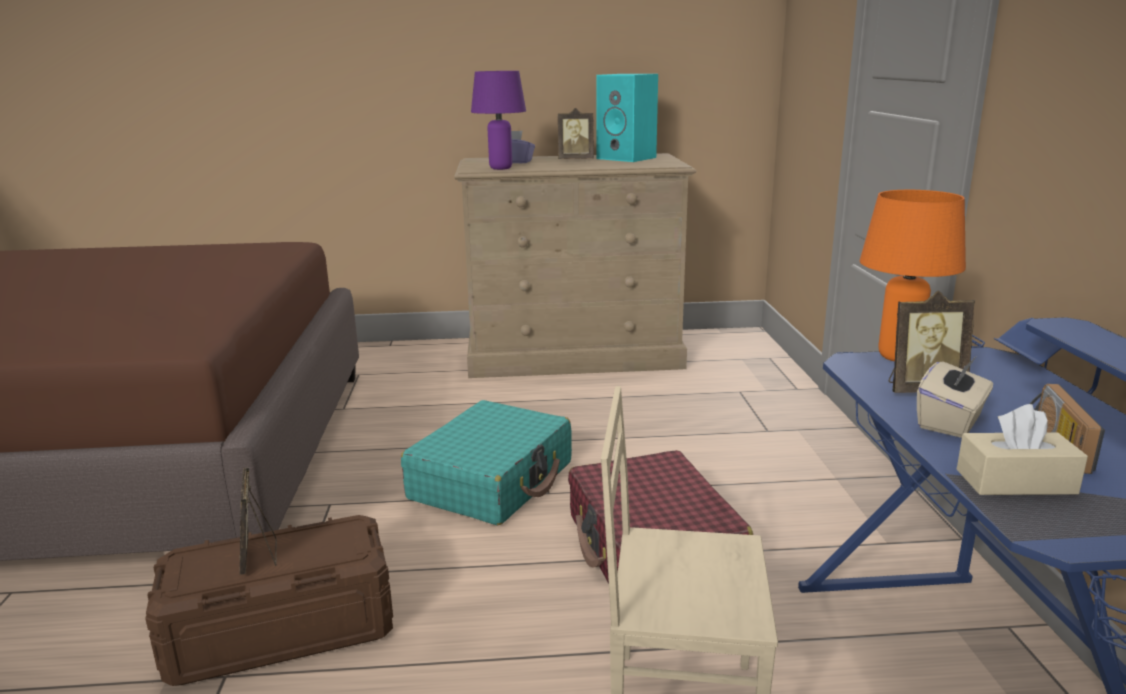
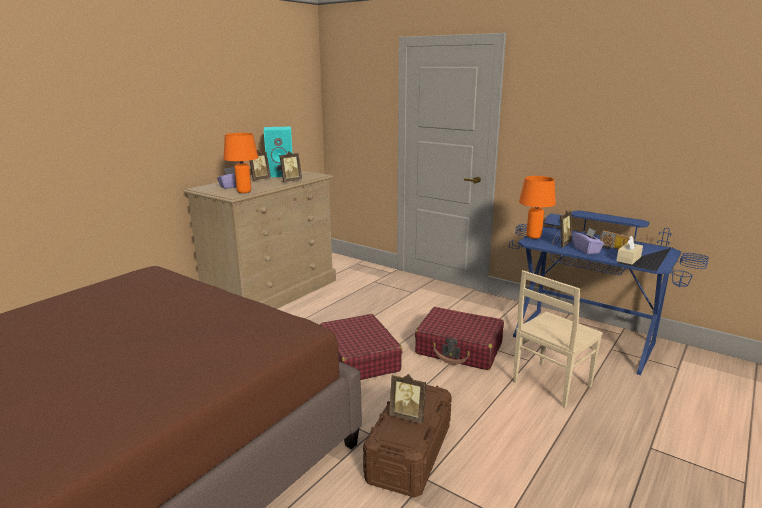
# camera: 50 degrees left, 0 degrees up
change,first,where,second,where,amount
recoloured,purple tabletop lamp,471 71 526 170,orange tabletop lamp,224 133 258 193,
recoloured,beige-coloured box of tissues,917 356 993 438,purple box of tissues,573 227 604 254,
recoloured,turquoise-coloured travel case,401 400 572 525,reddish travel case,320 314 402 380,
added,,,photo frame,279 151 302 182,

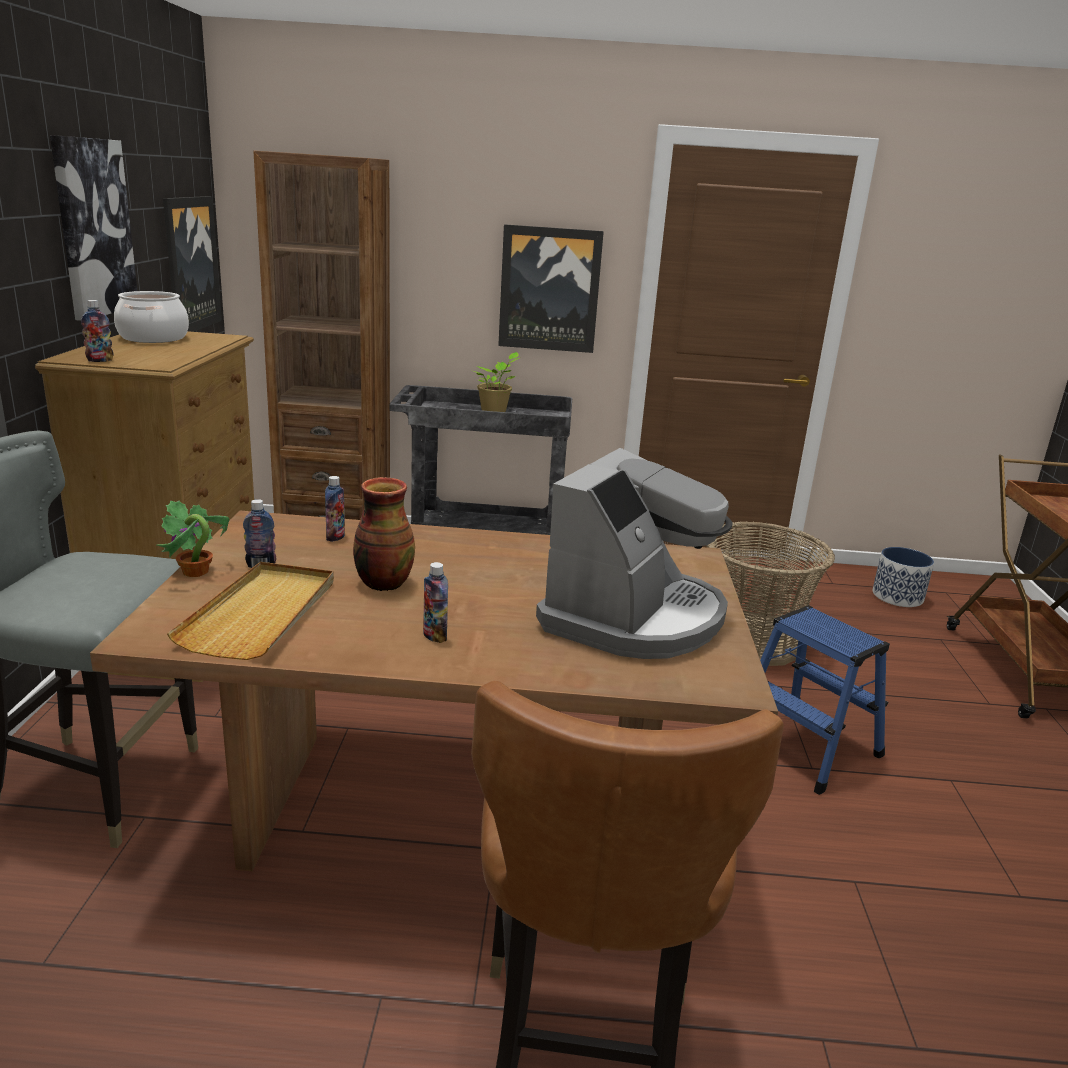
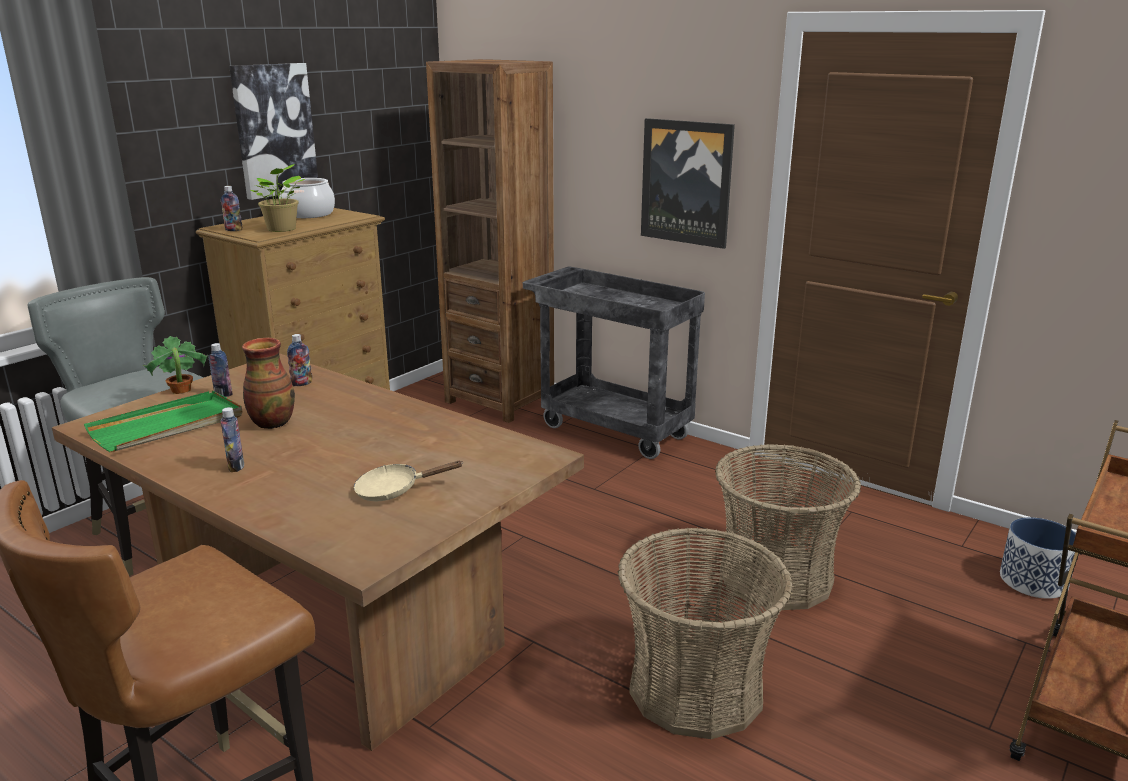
# camera: 35 degrees right, 0 degrees up
change,first,where,second,where,amount
removed,wall art,163 196 222 332,,,
moved,potted plant,474 352 519 412,,251 164 305 232,
replaced,coffee brewer,536 448 732 659,beige-coloured pan,354 461 462 501,
recoloured,beige-coloured carrying tray,167 562 334 660,green carrying tray,84 390 243 452,
replaced,blue stepladder,760 605 890 795,basket,618 528 793 739,

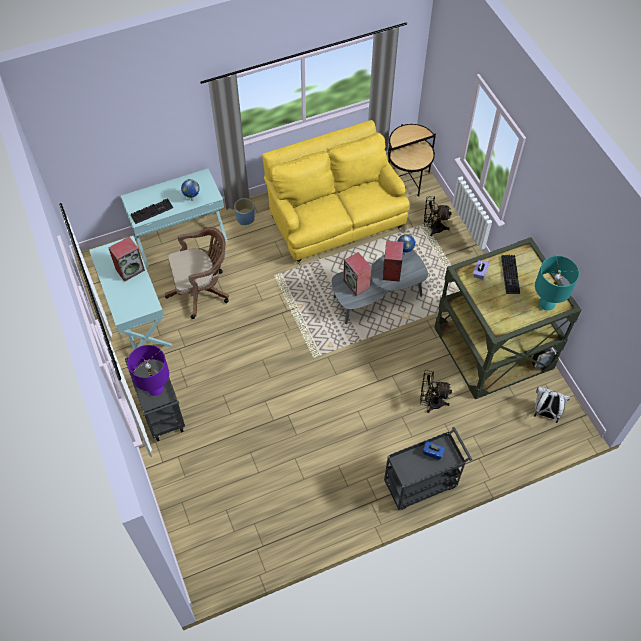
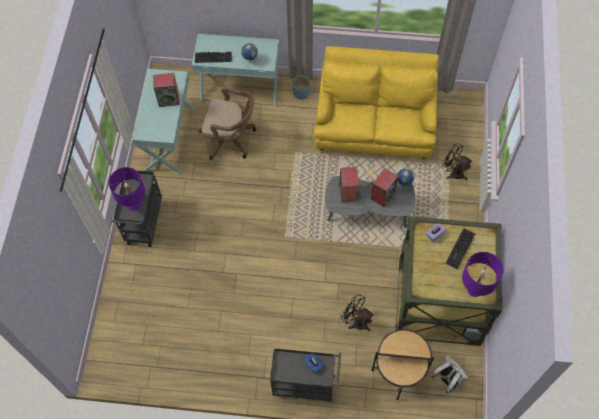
# camera: 30 degrees right, 5 degrees up
change,first,where,second,where,amount
moved,end table,388 124 436 196,,371 327 434 400,
recoloured,turquoise-coloured tabletop lamp,535 256 579 311,purple tabletop lamp,462 252 504 297,

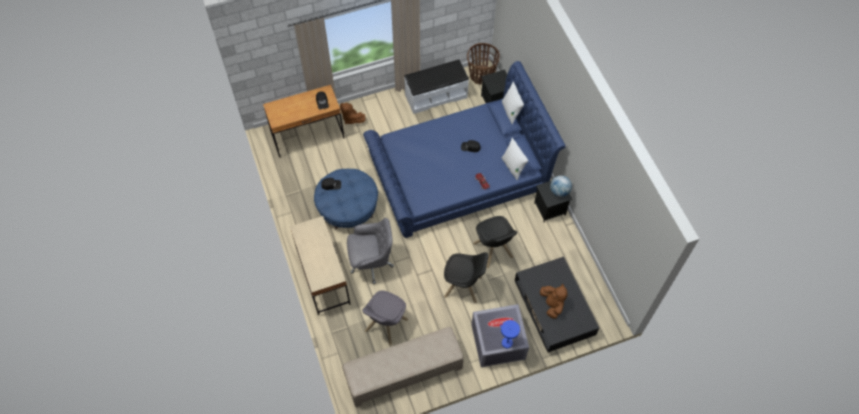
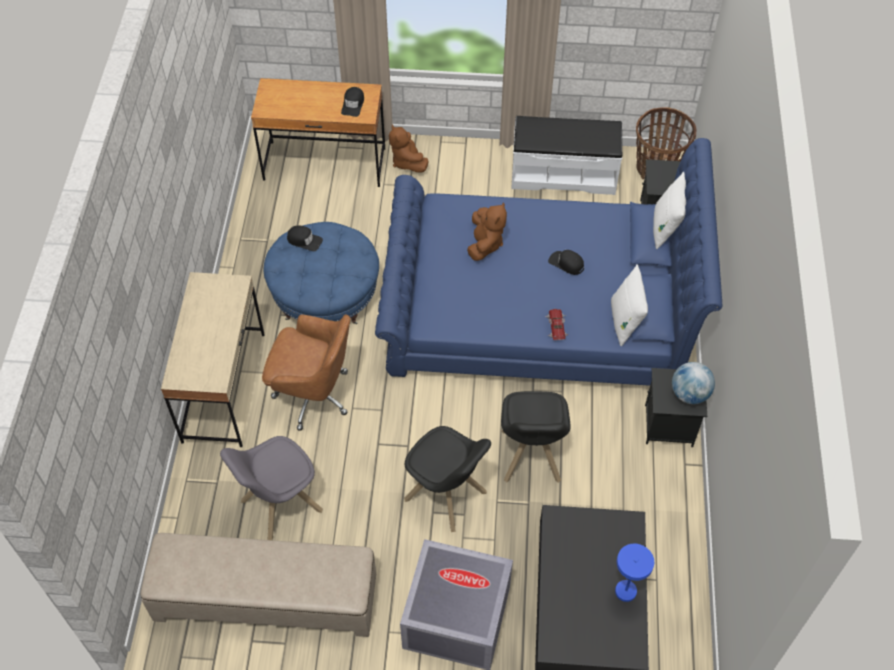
# camera: 25 degrees right, 5 degrees down
change,first,where,second,where,amount
recoloured,grey desk chair,347 218 394 284,brown desk chair,262 314 350 431,
moved,brown soft toy,540 284 567 319,,467 202 507 261,
moved,blue tabletop lamp,500 320 520 349,,615 544 654 602,

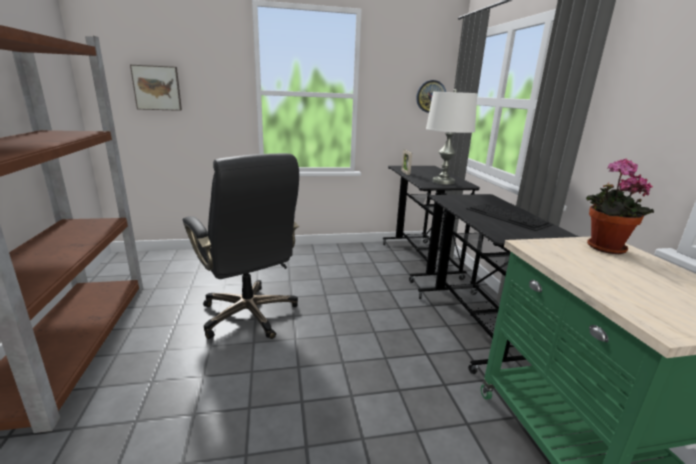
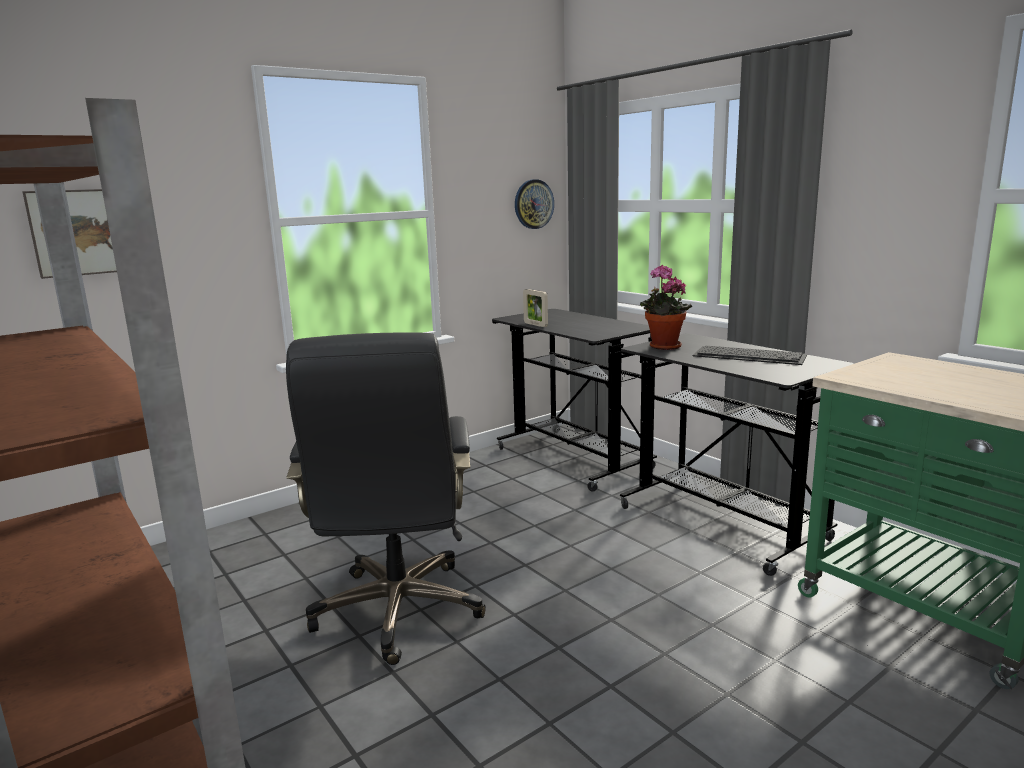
# camera: 25 degrees left, 5 degrees down
change,first,where,second,where,amount
removed,white-coloured tabletop lamp,426 89 477 185,,,
turned,black desk chair,182 153 299 339,,286 333 486 665,60 degrees clockwise
moved,potted plant,586 159 654 254,,640 265 692 350,

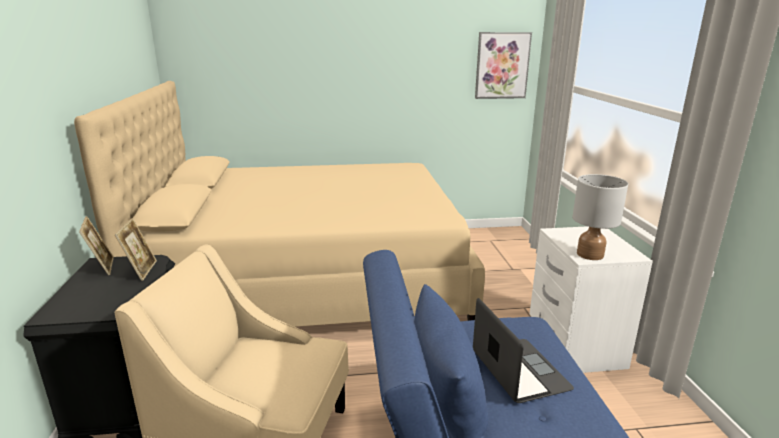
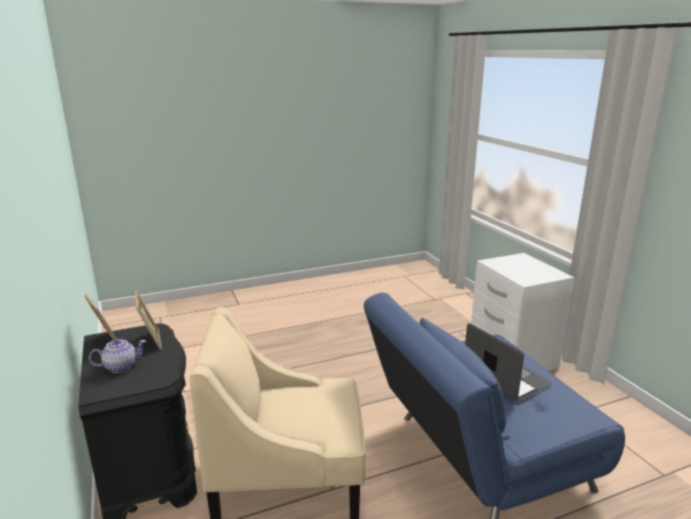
# camera: 15 degrees left, 0 degrees up
change,first,where,second,where,amount
removed,wall art,475 32 532 99,,,
removed,beige-coloured sleeping bed,74 81 485 327,,,
removed,grey tabletop lamp,572 174 628 260,,,
added,,,pot for tea,89 339 146 373,

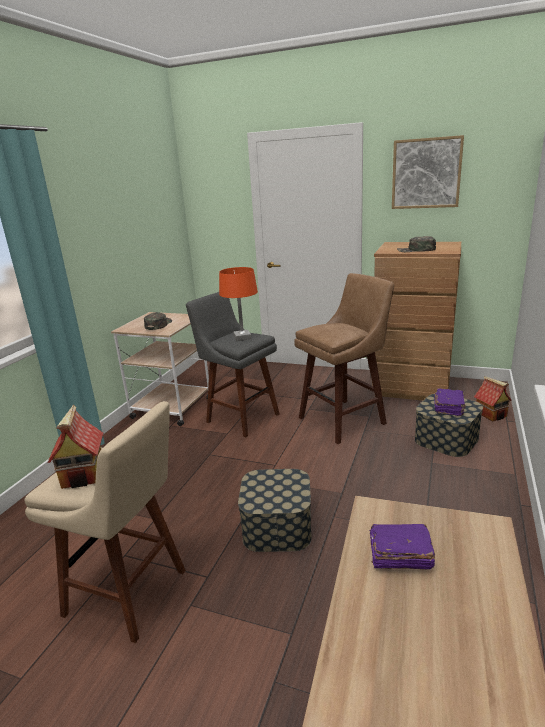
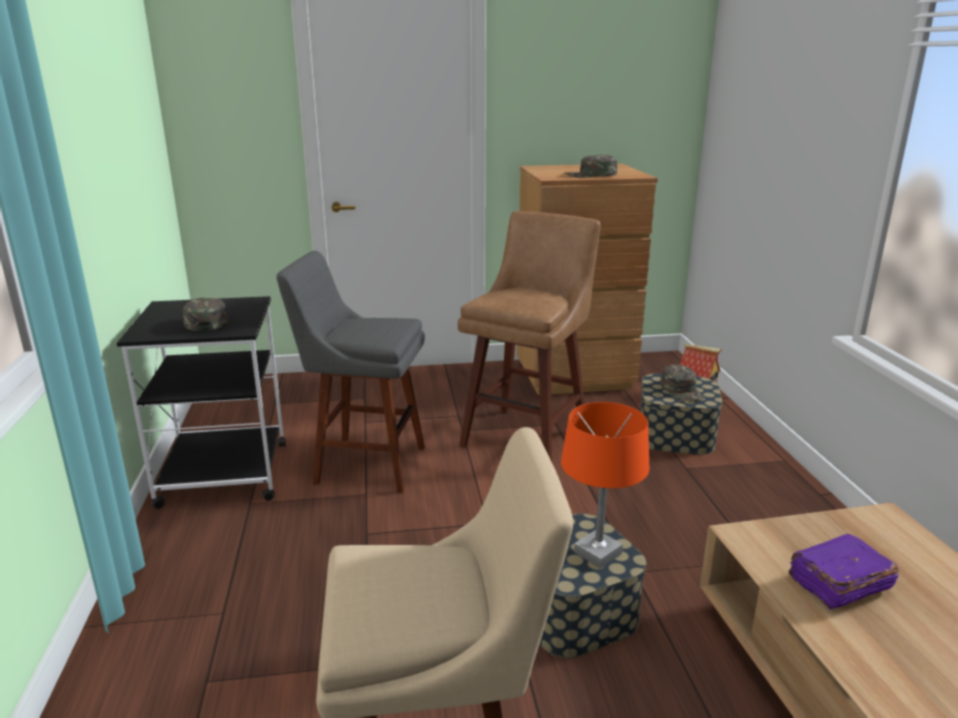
# camera: 30 degrees left, 0 degrees up
change,first,where,second,where,amount
removed,wall art,392 135 464 209,,,
moved,orange tabletop lamp,219 267 258 341,,561 402 649 569,
recoloured,beige-coloured trolley,111 312 209 426,black trolley,117 296 286 509,
replaced,purple volume,434 388 466 416,green cap,660 364 704 401,
removed,toy house,47 405 103 489,,,

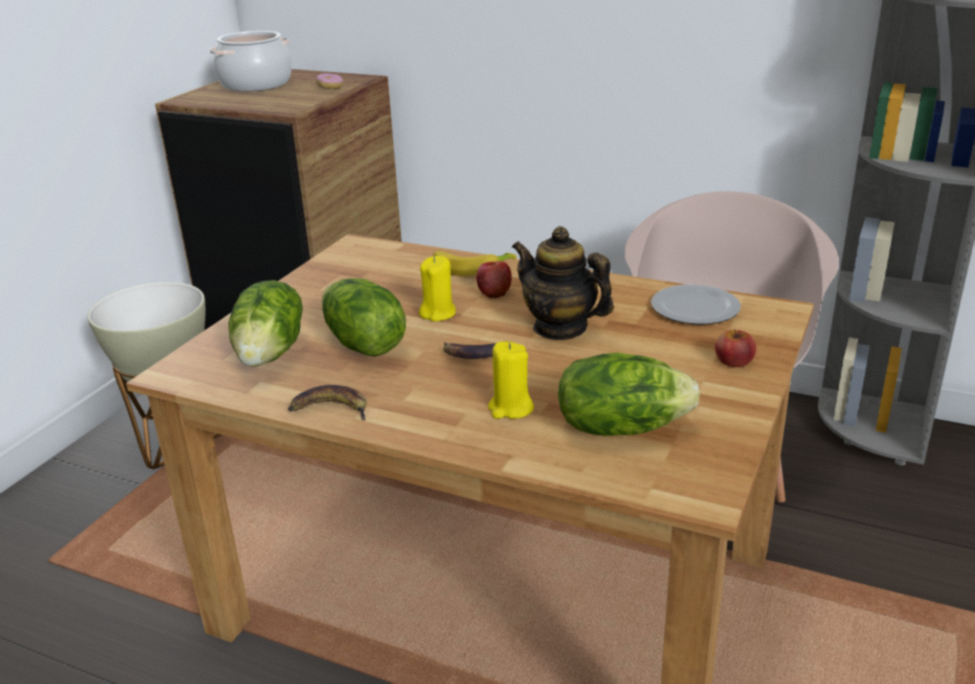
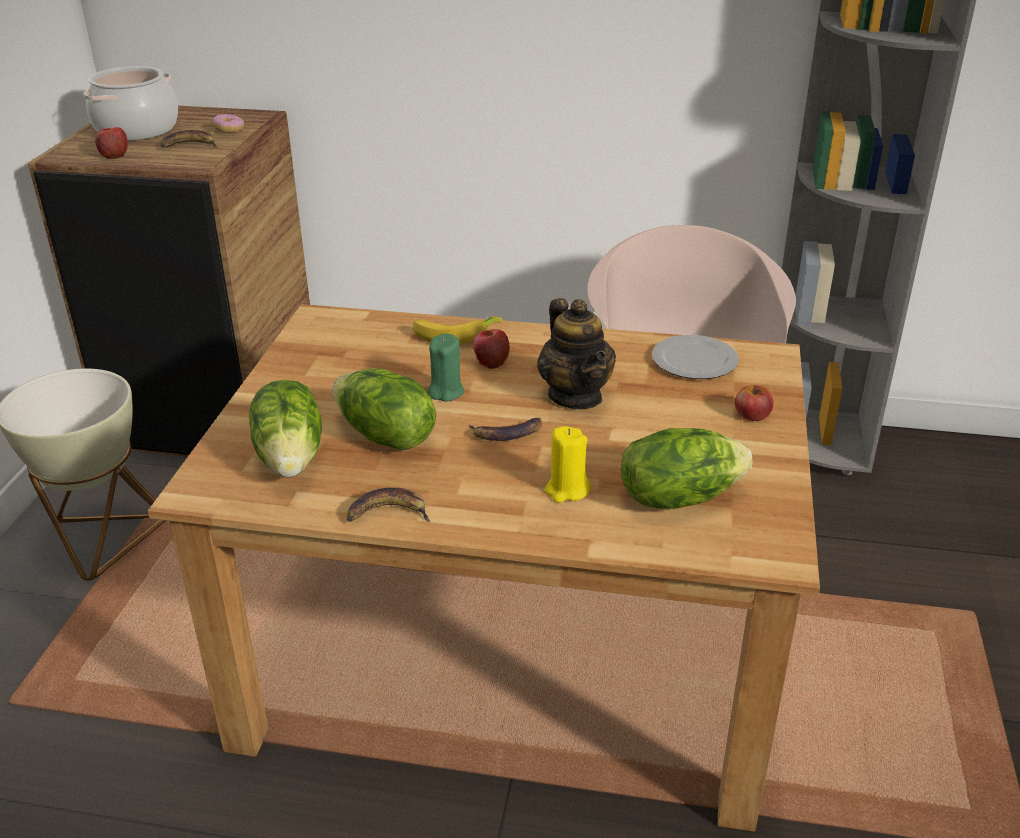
# camera: 15 degrees left, 5 degrees up
change,first,where,second,where,amount
turned,pot for tea,512 226 614 340,,537 298 616 409,135 degrees counterclockwise
recoloured,yellow candle,419 256 456 321,green candle,427 334 465 402,
added,,,apple,95 127 128 159,
added,,,banana,161 130 217 148,

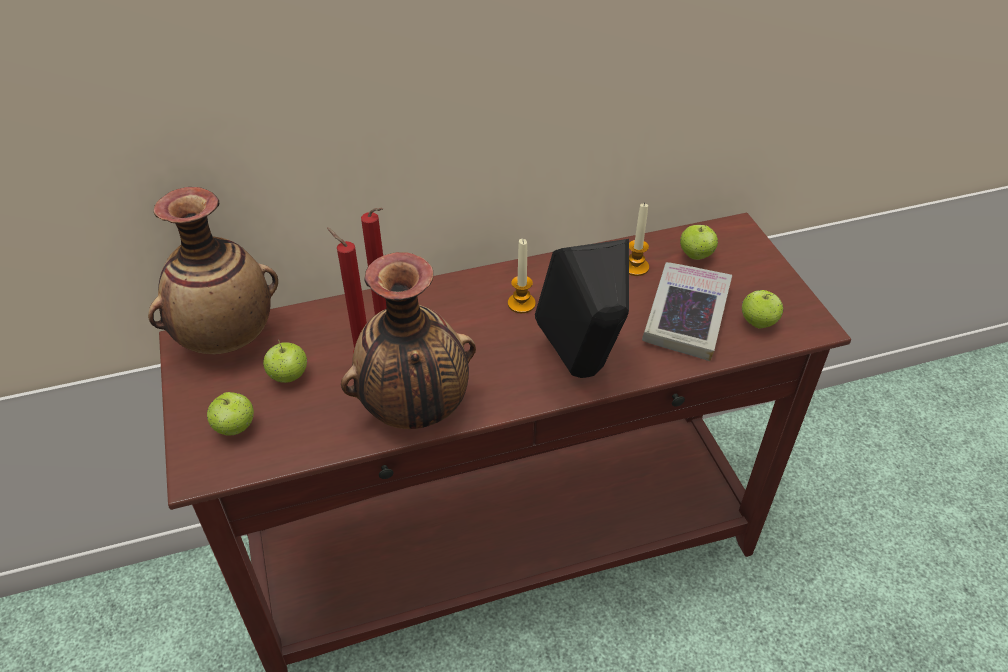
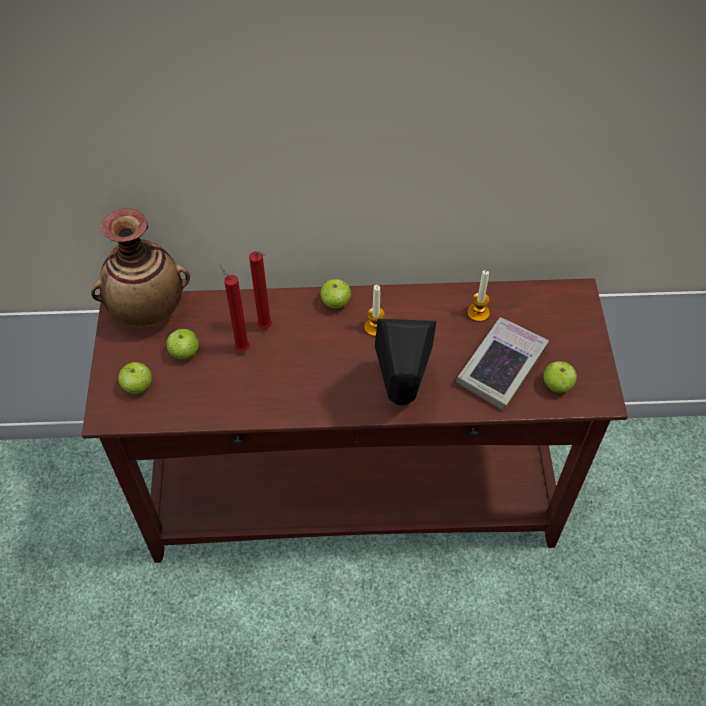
# camera: 15 degrees right, 10 degrees up
change,first,where,second,where,amount
moved,apple,680 225 718 260,,320 279 351 308,
removed,decorative vase,341 252 476 429,,,

